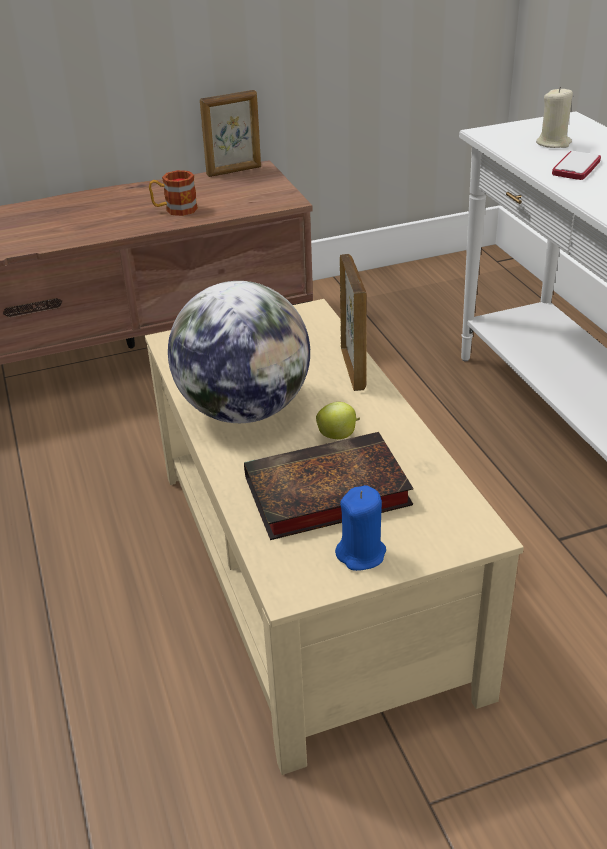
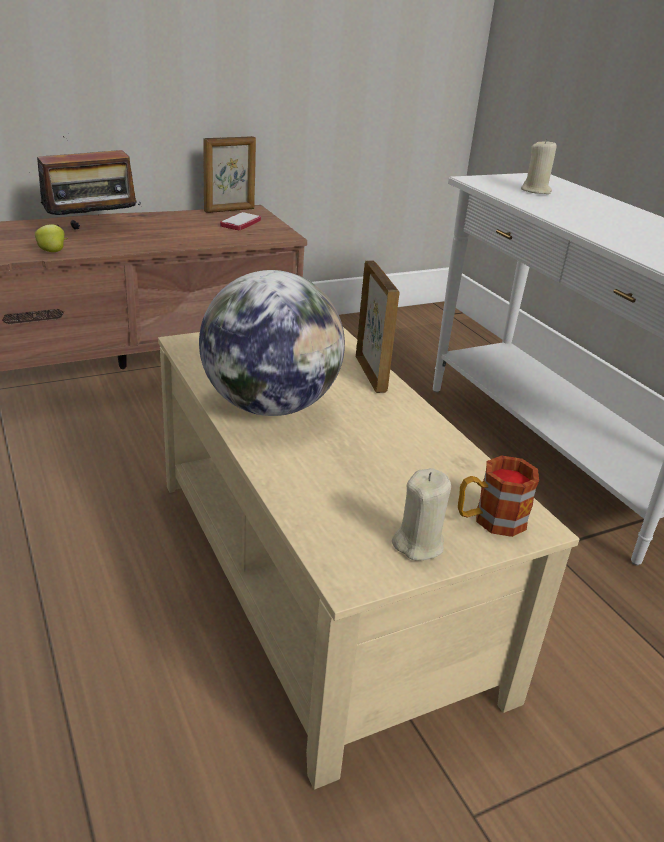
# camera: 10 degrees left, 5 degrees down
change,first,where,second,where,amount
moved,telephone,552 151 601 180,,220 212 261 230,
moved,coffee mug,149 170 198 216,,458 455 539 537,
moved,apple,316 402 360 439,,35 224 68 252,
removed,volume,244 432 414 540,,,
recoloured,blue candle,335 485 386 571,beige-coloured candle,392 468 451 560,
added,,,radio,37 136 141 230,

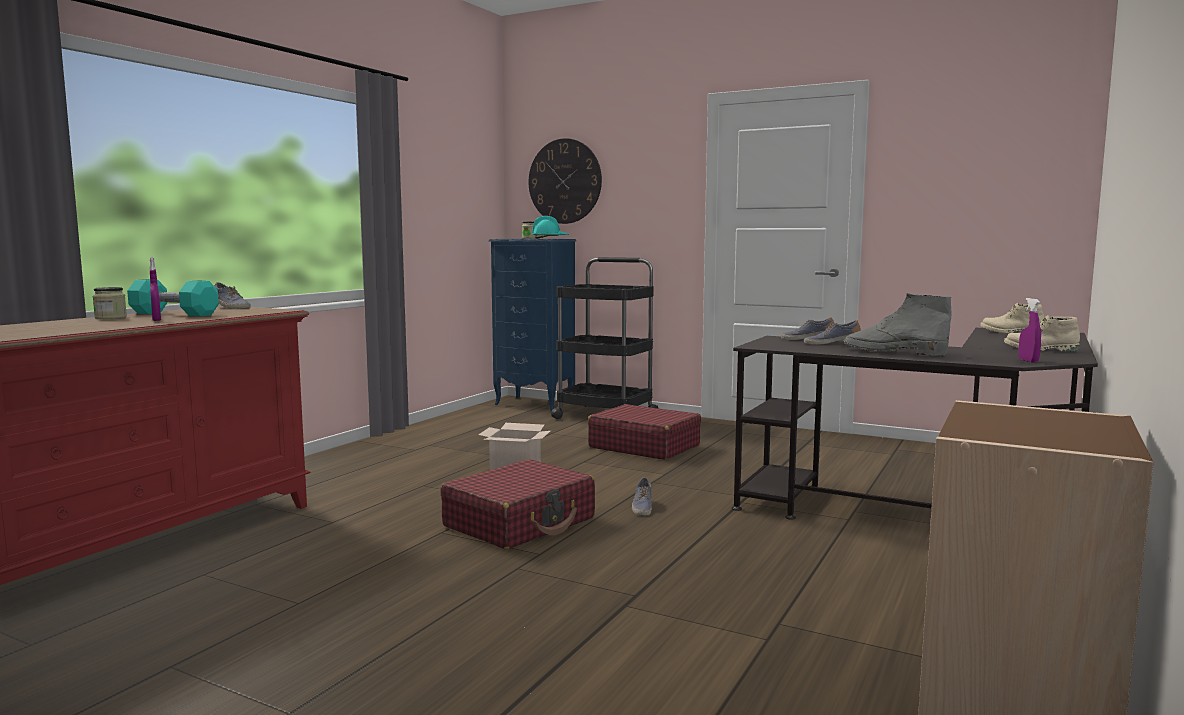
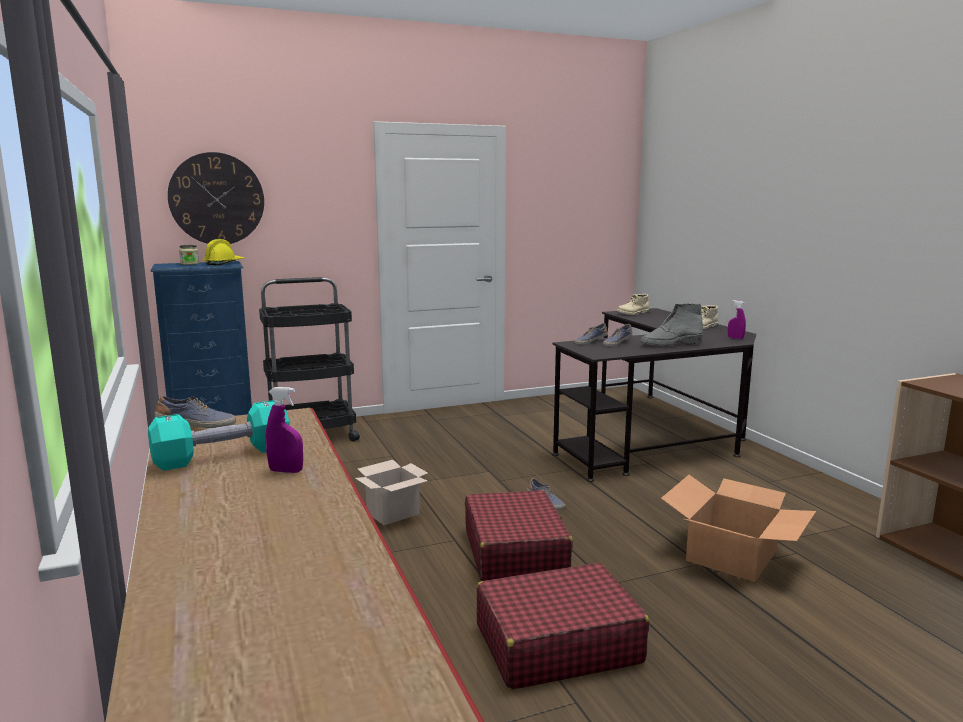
# camera: 50 degrees left, 5 degrees up
change,first,where,second,where,amount
recoloured,turquoise-coloured hard hat,532 216 569 239,yellow hard hat,202 239 244 265,
removed,storage jar,93 287 127 319,,,
moved,reddish travel case,588 404 701 460,,476 563 649 690,
added,,,packing box,661 475 816 582,

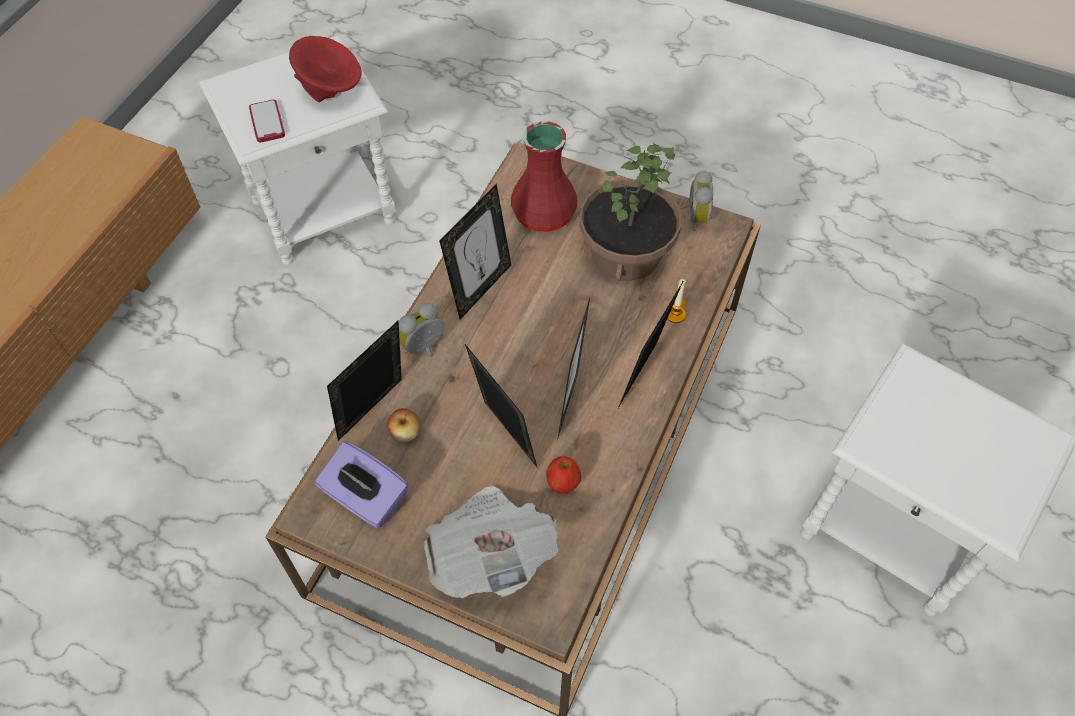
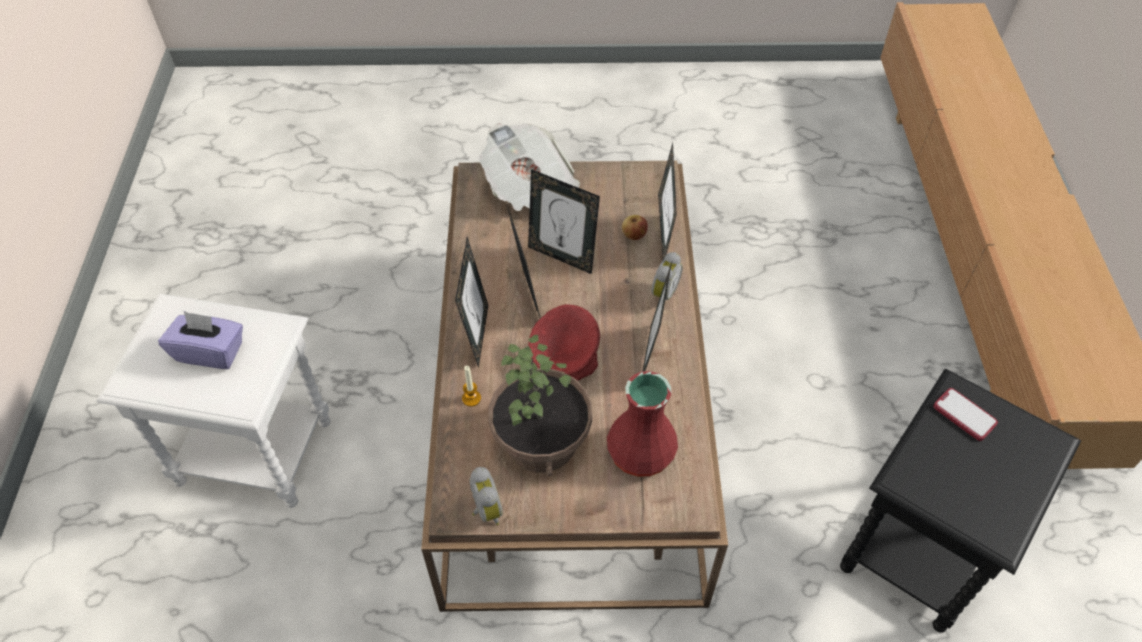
# camera: 155 degrees right, 5 degrees down
change,first,where,second,where,amount
recoloured,white-coloured end table,199 35 396 265,black end table,840 369 1081 633,
moved,reddish bowl,289 36 362 102,,528 304 600 381,
moved,purple box of tissues,315 442 408 529,,158 311 243 369,
removed,apple,546 456 581 494,,,

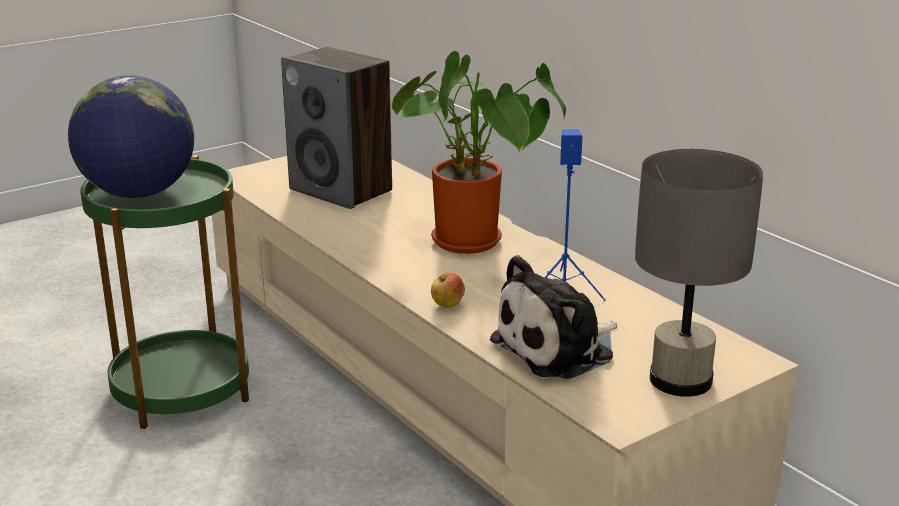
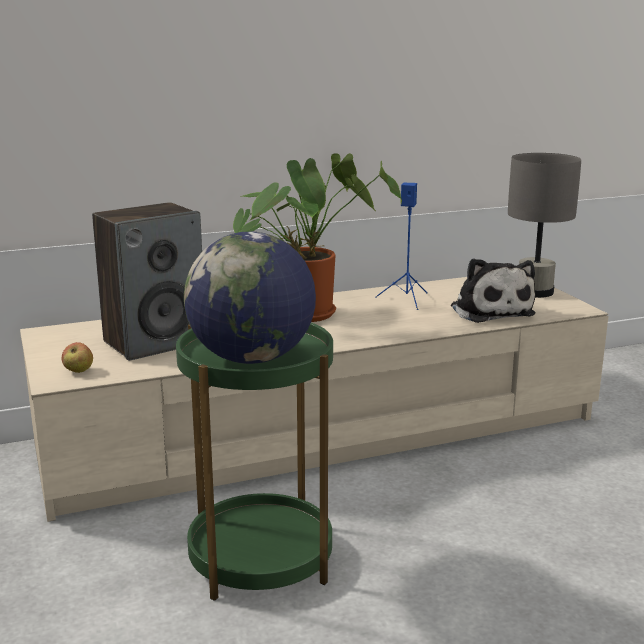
# camera: 75 degrees left, 5 degrees down
change,first,where,second,where,amount
moved,apple,431 273 465 308,,62 342 93 373,

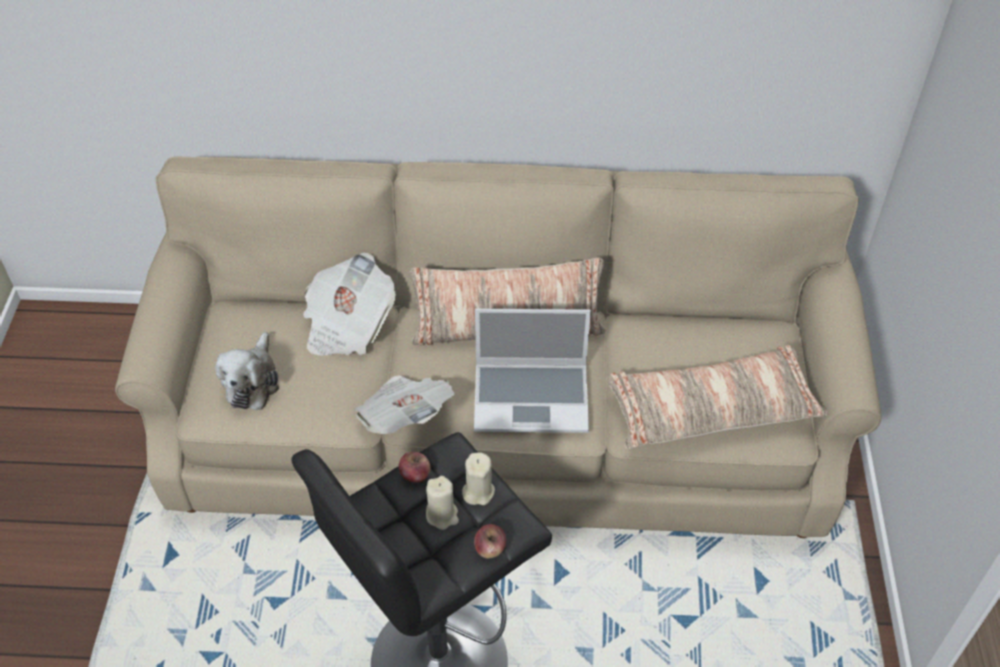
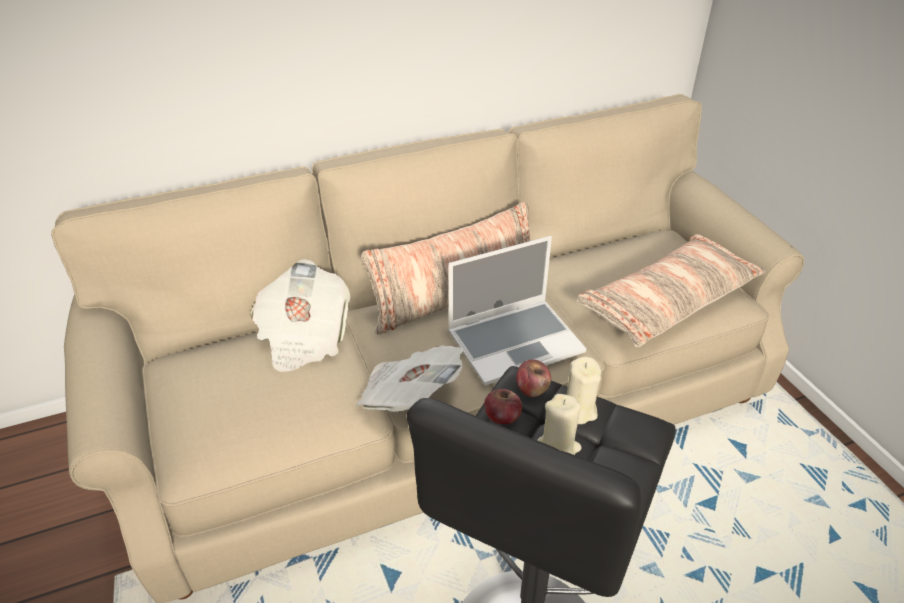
# camera: 25 degrees left, 10 degrees down
change,first,where,second,where,amount
removed,soft toy,216 332 279 410,,,
moved,apple,474 524 506 559,,516 360 551 397,

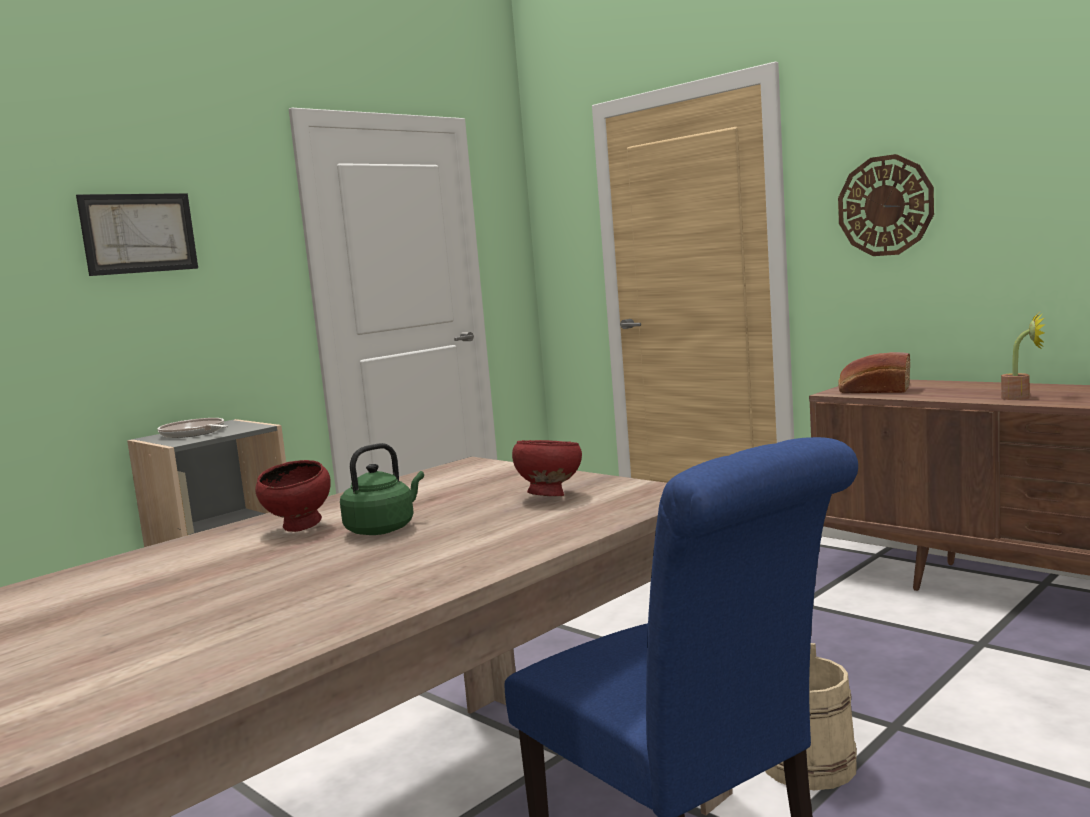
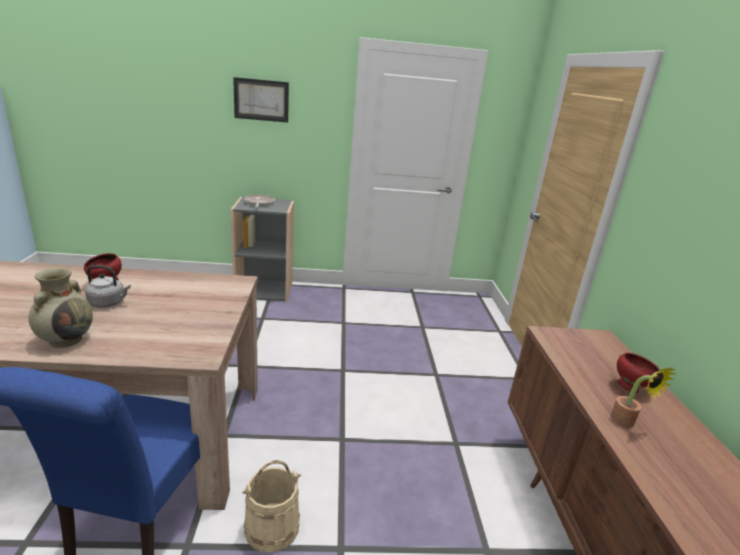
# camera: 40 degrees right, 15 degrees up
change,first,where,second,where,amount
removed,wall clock,838 154 934 256,,,
removed,baked bread,838 352 910 393,,,
moved,reddish bowl,512 440 582 496,,617 353 660 393,
recoloured,green water kettle,340 443 424 535,grey water kettle,85 265 131 308,
added,,,beige-coloured decorative vase,29 268 93 347,

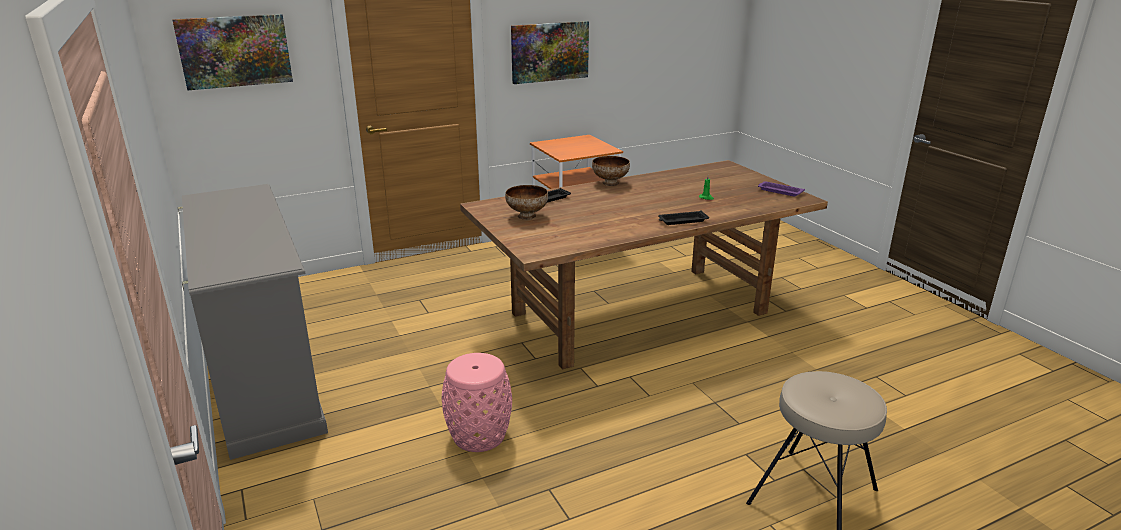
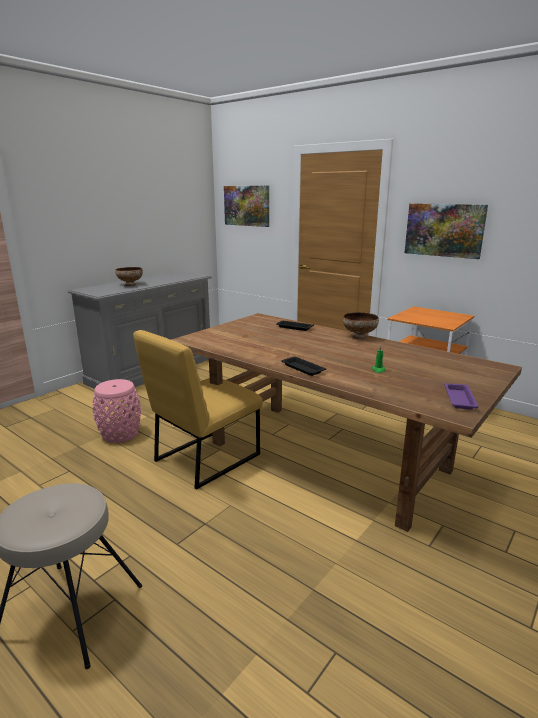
# camera: 65 degrees right, 5 degrees down
change,first,where,second,where,amount
moved,bowl,505 185 548 220,,115 267 143 286,
added,,,yellow chair,133 330 263 490,

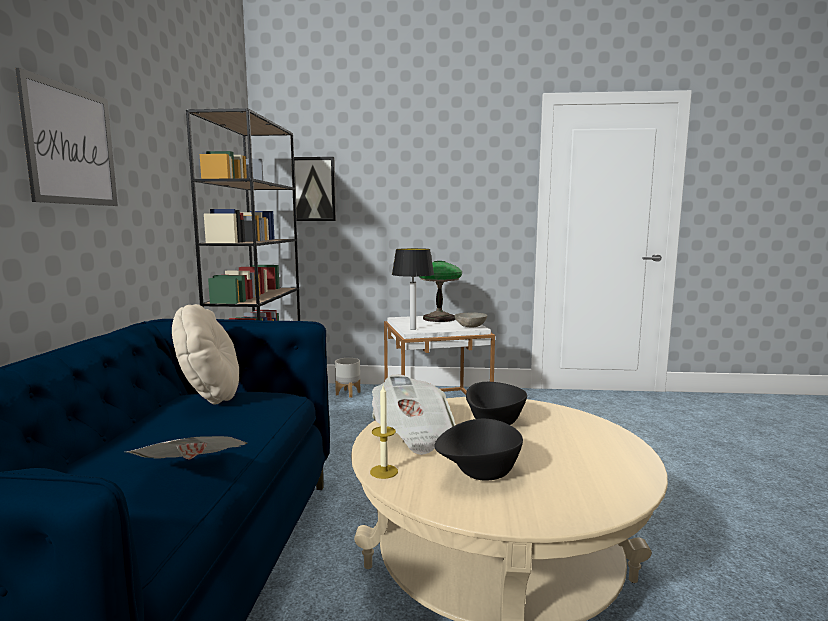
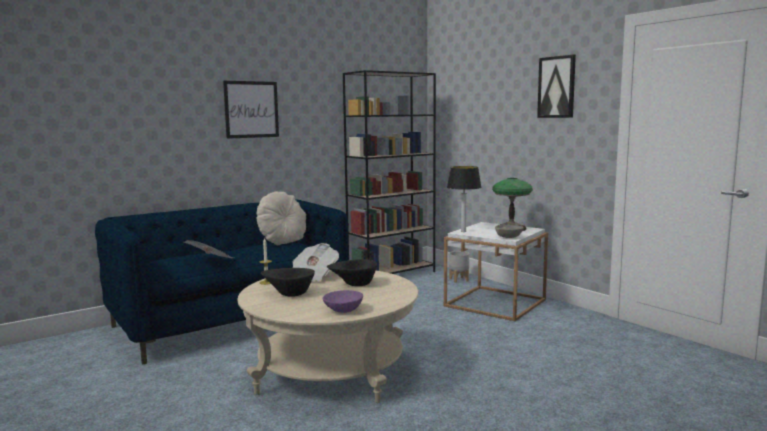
# camera: 50 degrees right, 0 degrees up
change,first,where,second,where,amount
moved,wall art,291 157 336 221,,537 55 576 118,
added,,,purple bowl,323 290 363 313,

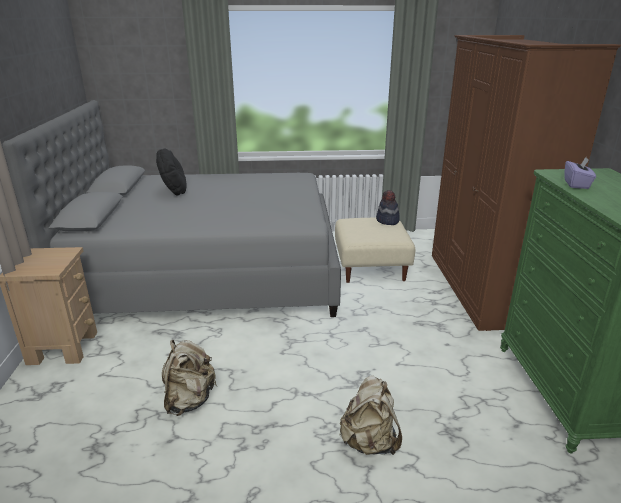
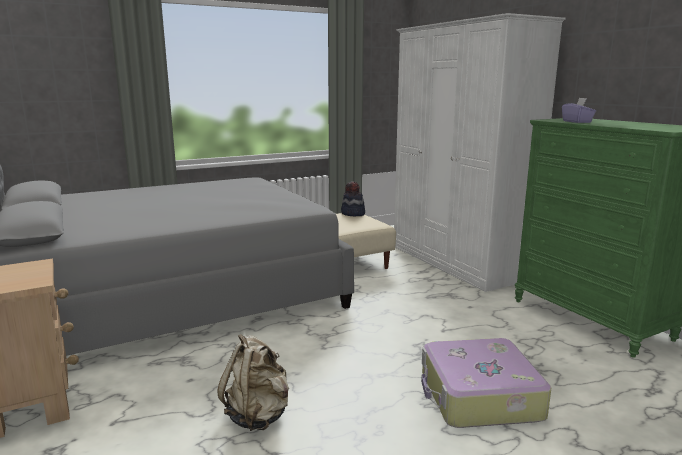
# camera: 25 degrees left, 10 degrees down
change,first,where,second,where,amount
recoloured,brown clothes cupboard,432 35 621 331,white-coloured clothes cupboard,394 13 566 292,
removed,black throw pillow,156 149 187 196,,,
replaced,beige-coloured rucksack,339 376 402 455,travel case,421 338 551 428,

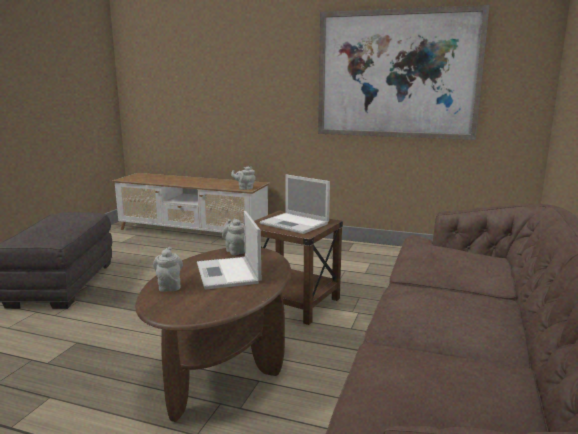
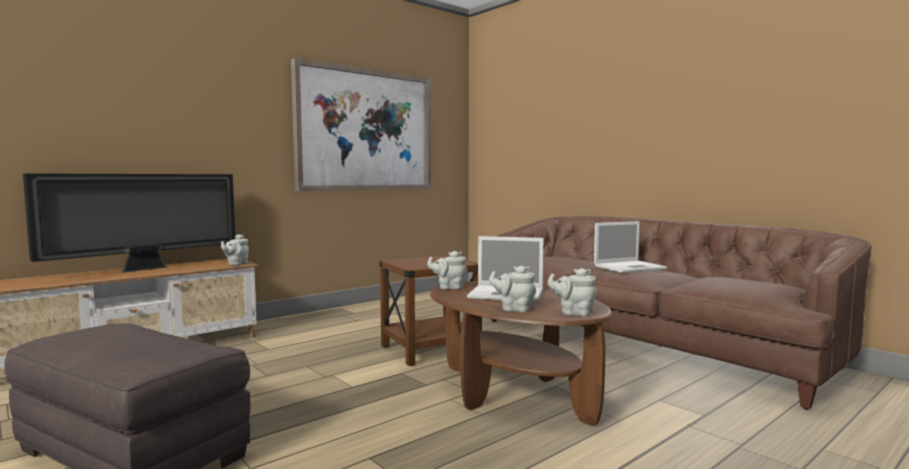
# camera: 60 degrees left, 10 degrees down
change,first,where,second,where,amount
moved,portable computer,260 175 330 234,,594 221 667 273,
added,,,TV,23 173 235 273,
added,,,grey pot for tea,547 268 597 316,

